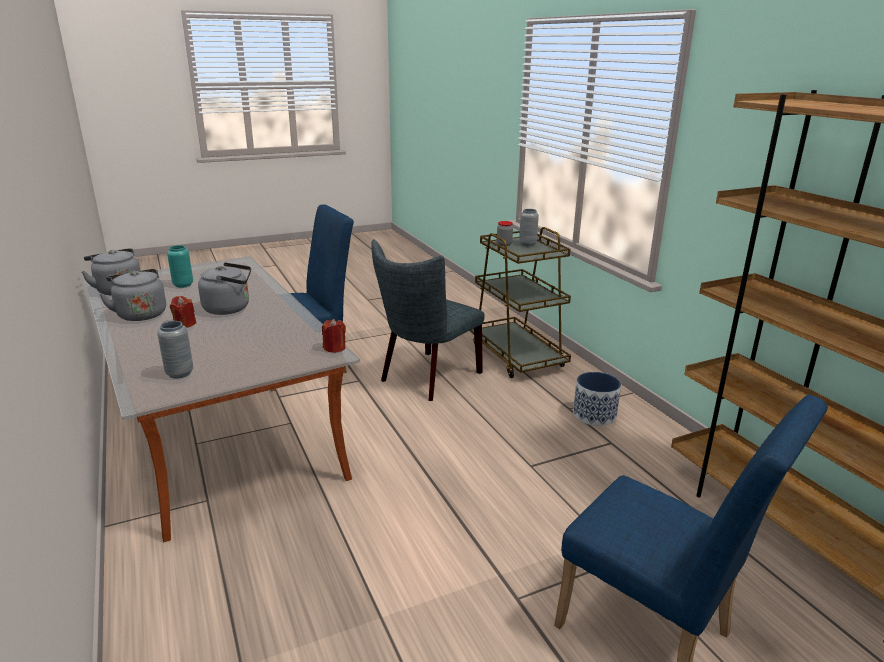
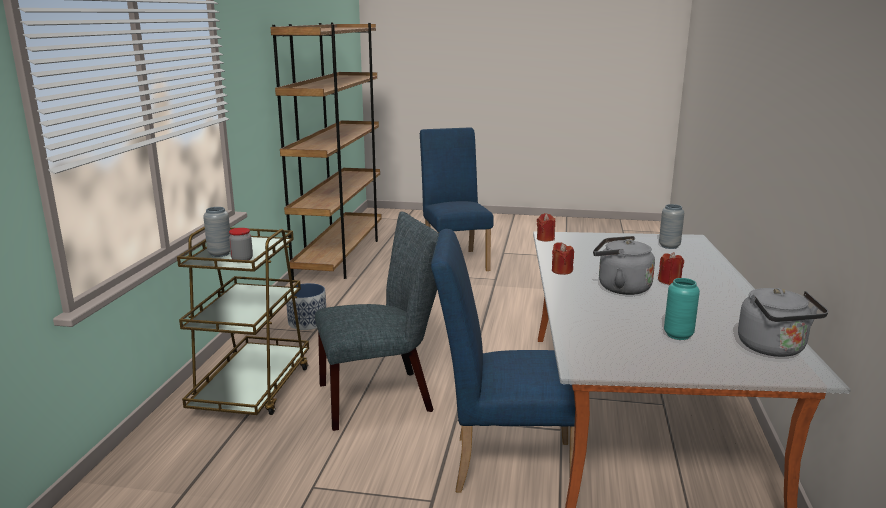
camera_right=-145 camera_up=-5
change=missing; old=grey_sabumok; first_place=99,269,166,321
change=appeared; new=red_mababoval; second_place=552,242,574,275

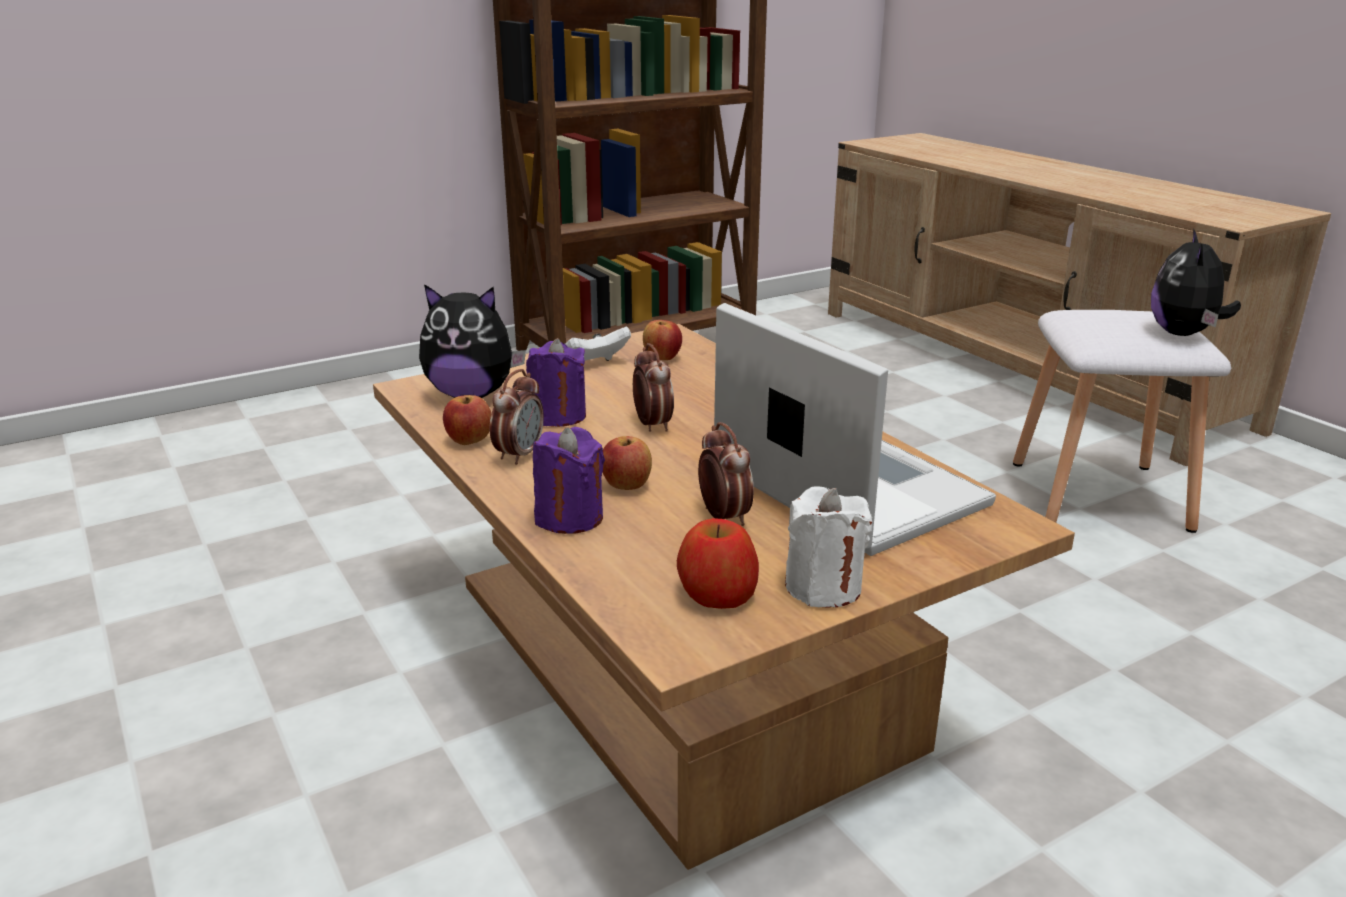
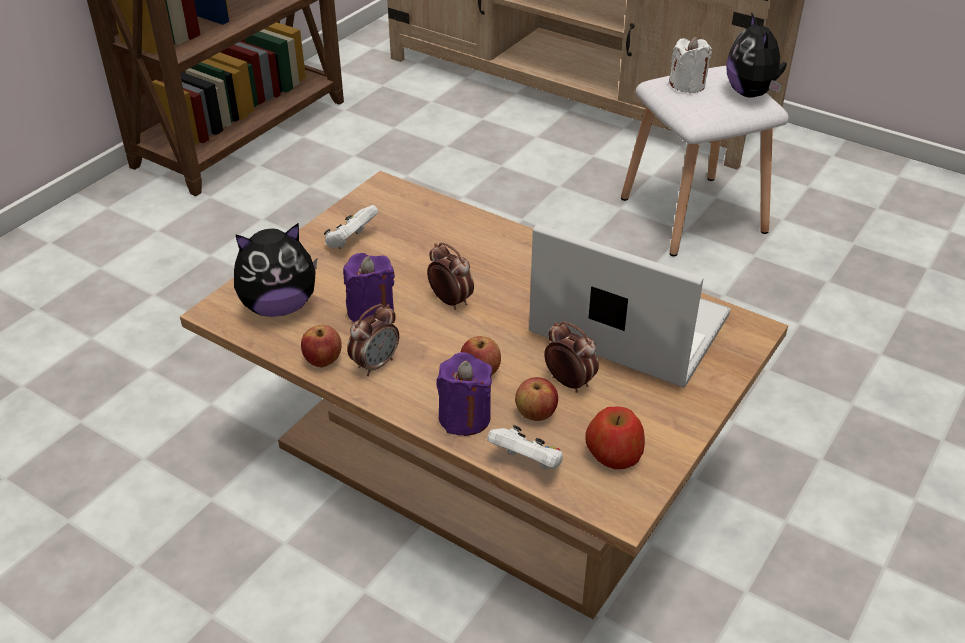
camera_right=-25 camera_up=15
change=appeared; new=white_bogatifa; second_place=487,425,563,470
change=relocated; old=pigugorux; first_place=643,320,682,360; second_place=515,377,558,421
change=relocated; old=white_mababoval; first_place=785,486,872,608; second_place=669,37,712,93
change=spun; old=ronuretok; first_place=490,369,544,465; second_place=347,304,399,376; degrees=45

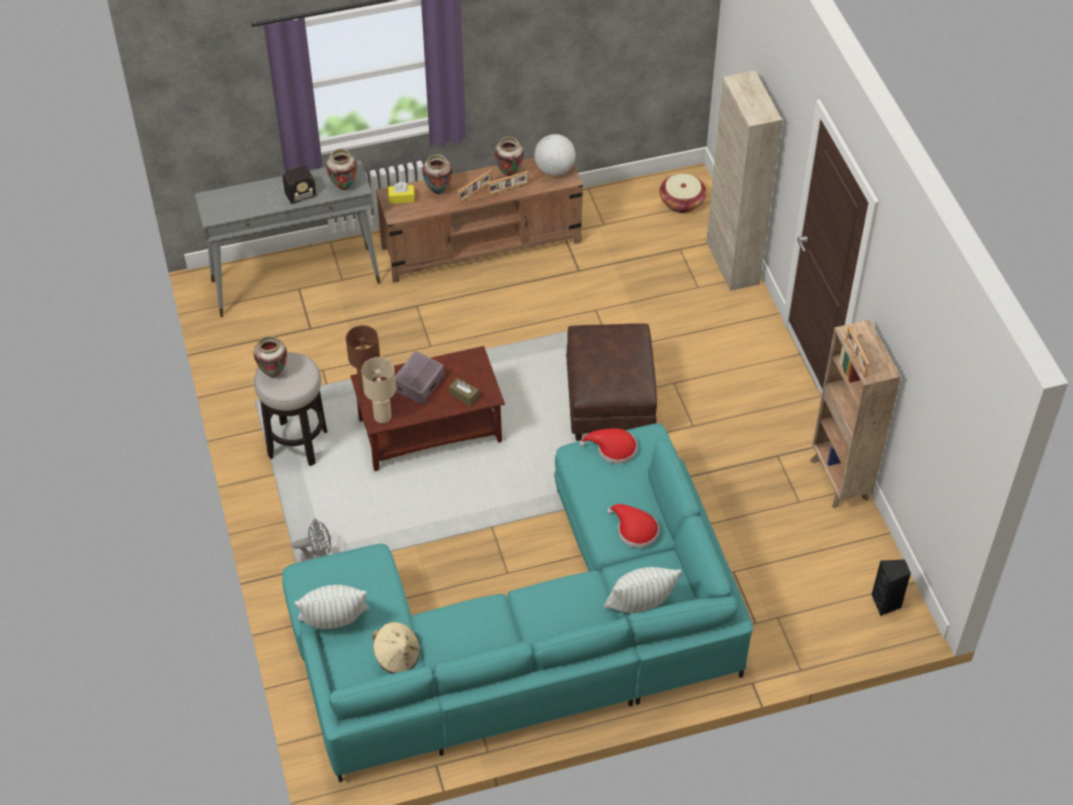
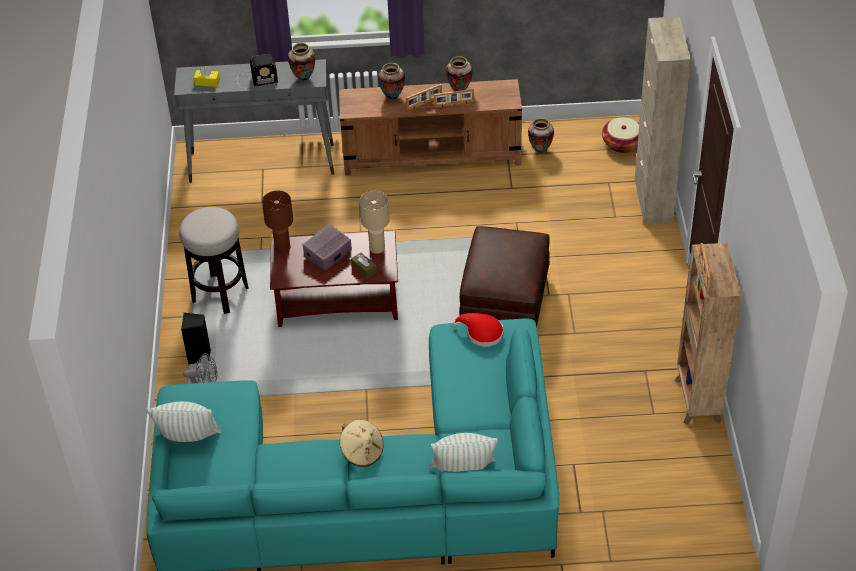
camera_right=15 camera_up=-5
change=missing; old=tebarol; first_place=534,134,575,176
change=missing; old=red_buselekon; first_place=607,504,659,548
change=relocated; old=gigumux; first_place=253,336,287,377; second_place=528,118,554,153
change=relocated; old=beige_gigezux; first_place=362,357,396,423; second_place=359,191,390,254
change=relocated; old=beige_buselekon; first_place=372,622,420,674; second_place=339,419,384,467
change=relocated; old=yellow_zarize; first_place=388,182,415,204; second_place=194,66,220,87
change=relocated; old=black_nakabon; first_place=872,559,911,616; second_place=181,312,211,365

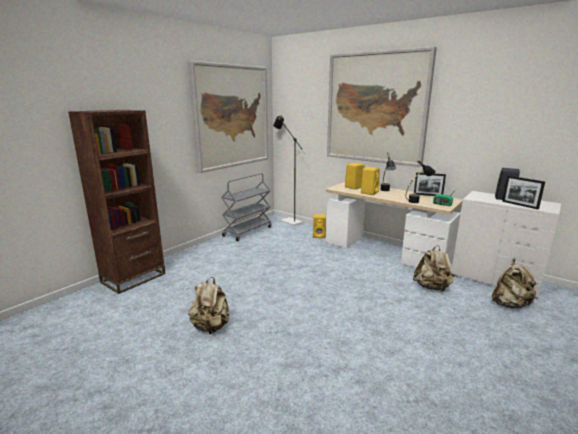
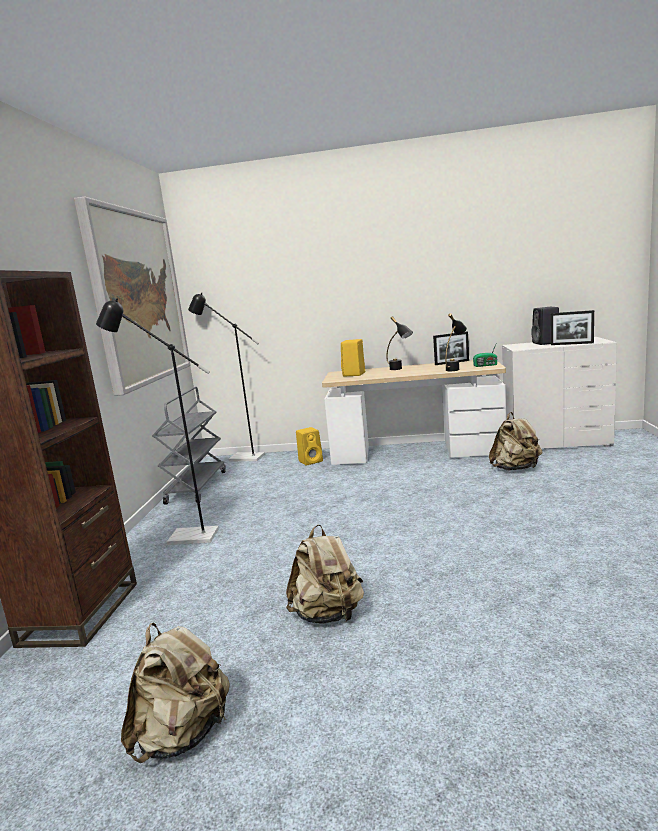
camera_right=-30 camera_up=-5
change=missing; old=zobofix; first_place=327,46,437,167
change=missing; old=yellow_nakabon; first_place=361,167,380,195
change=appeared; new=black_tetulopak; second_place=96,298,219,545
change=relocated; old=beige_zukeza; first_place=492,259,537,308; second_place=121,623,230,763

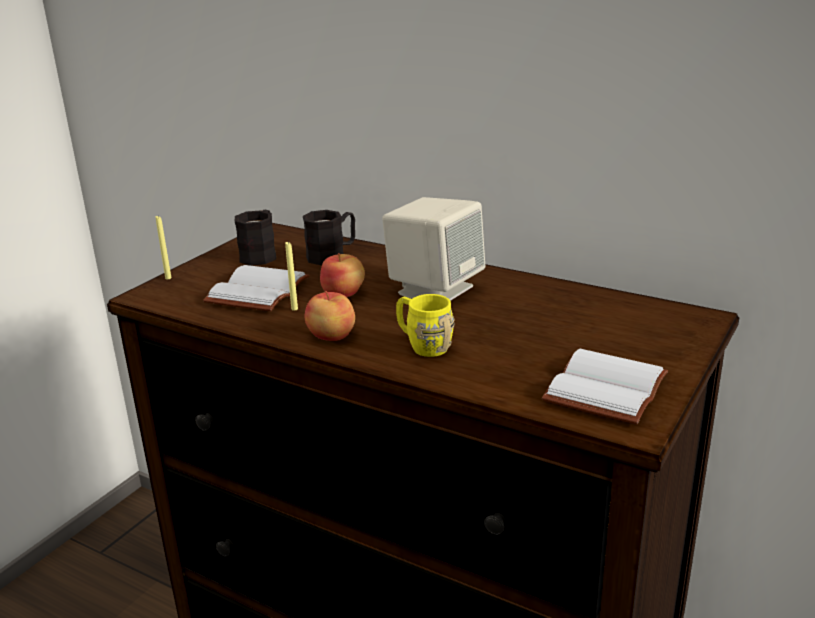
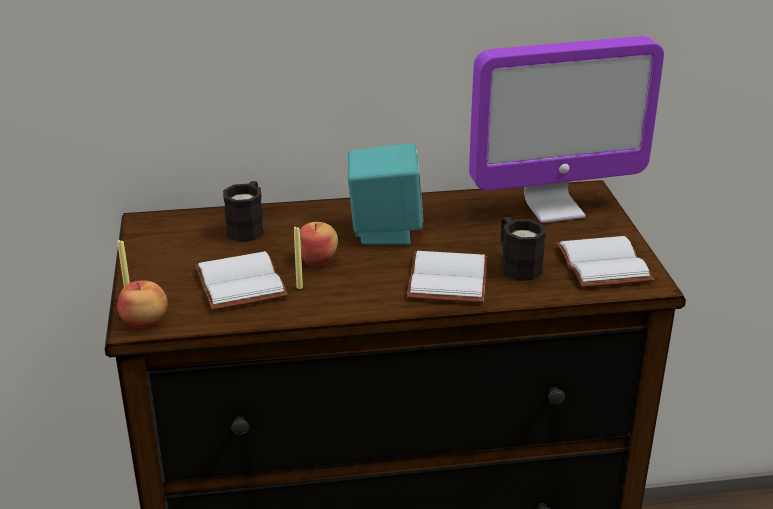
camera_right=-40 camera_up=5
change=appeared; new=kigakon; second_place=469,36,664,223
change=relocated; old=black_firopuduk; first_place=234,210,276,266; second_place=501,217,546,281
change=relocated; old=pigugorux; first_place=305,291,355,341; second_place=118,280,168,328
change=exchanged; old=yellow_firopuduk; new=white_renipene; first_place=396,294,454,357; second_place=407,251,487,303
change=colour; old=beige_nakabon; new=turquoise_nakabon; first_place=382,197,485,301; second_place=348,143,424,245

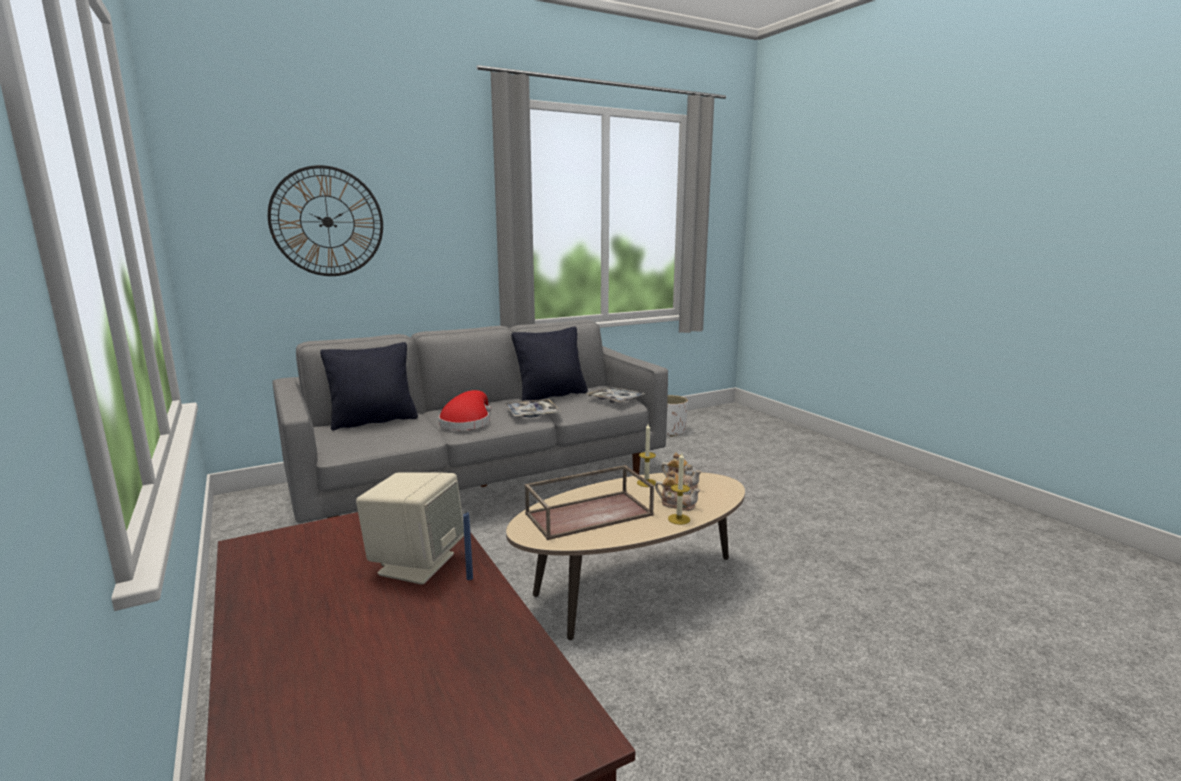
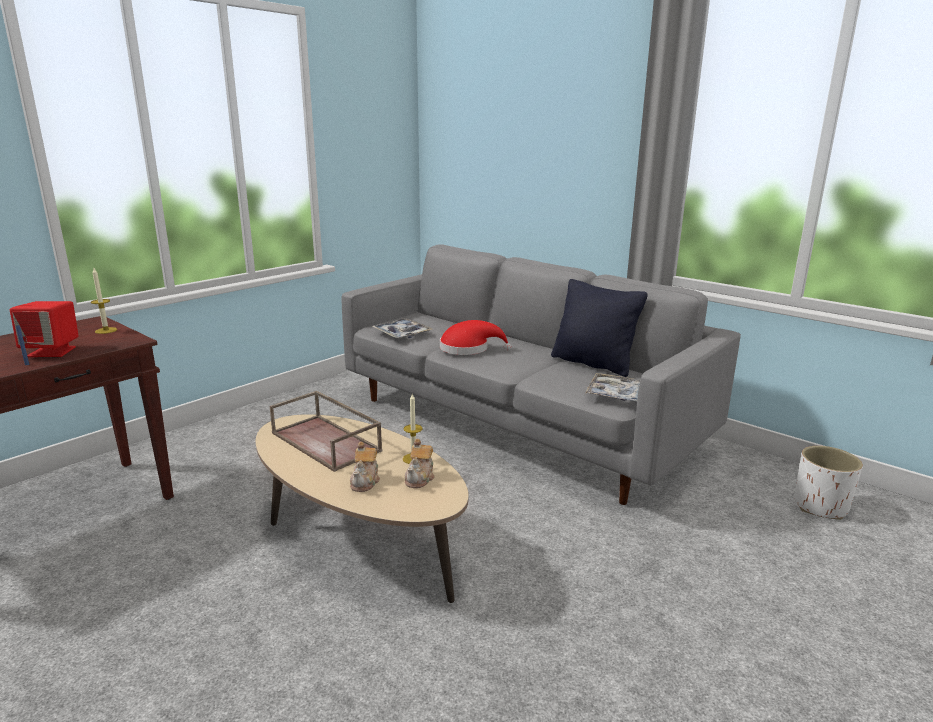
camera_right=70 camera_up=5
change=missing; old=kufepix; first_place=268,165,383,276
change=missing; old=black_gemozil; first_place=320,342,418,430
change=relocated; old=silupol; first_place=505,399,561,417; second_place=372,318,432,338
change=relocated; old=mababoval; first_place=668,453,690,525; second_place=91,268,117,334
change=colour; old=beige_nakabon; new=red_nakabon; first_place=356,473,464,585; second_place=10,301,79,357

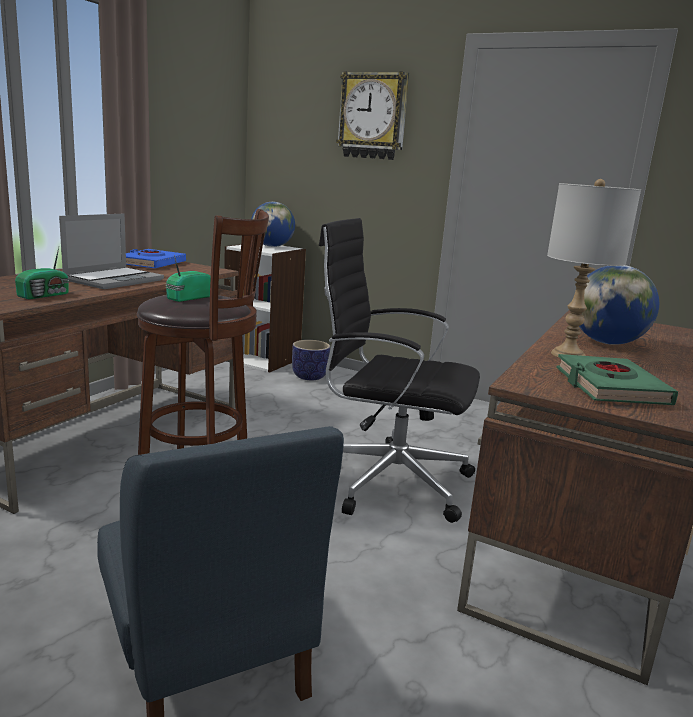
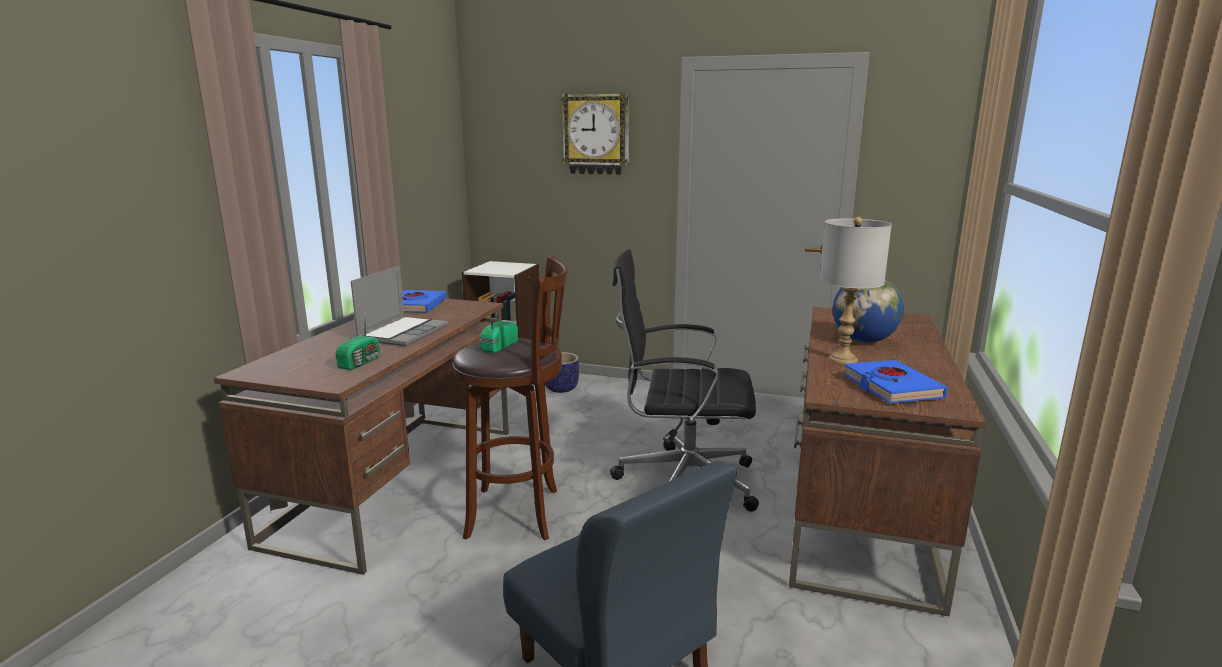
camera_right=-10 camera_up=0
change=missing; old=tebarol; first_place=251,202,295,247
change=colour; old=green_renipene; new=blue_renipene; first_place=556,354,678,405; second_place=843,360,948,403

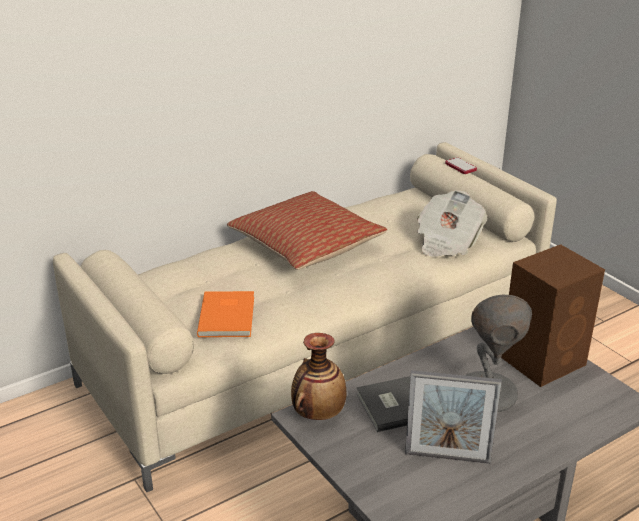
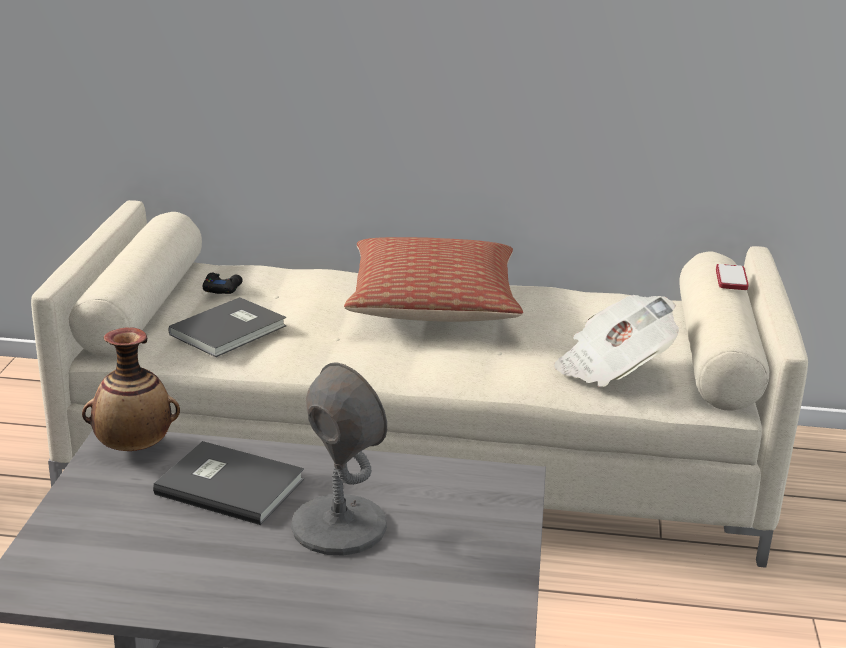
camera_right=40 camera_up=-5
change=missing; old=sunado; first_place=405,370,502,464
change=missing; old=brown_nakabon; first_place=501,244,605,387
change=appeared; new=black_bogatifa; second_place=203,273,243,294
change=colour; old=orange_renipene; new=grey_renipene; first_place=197,291,254,337; second_place=168,297,286,357

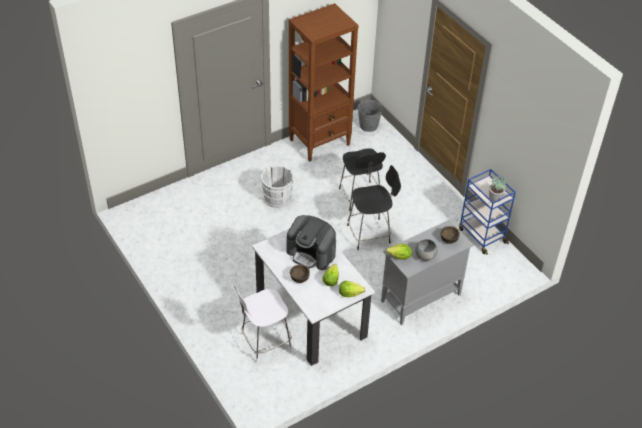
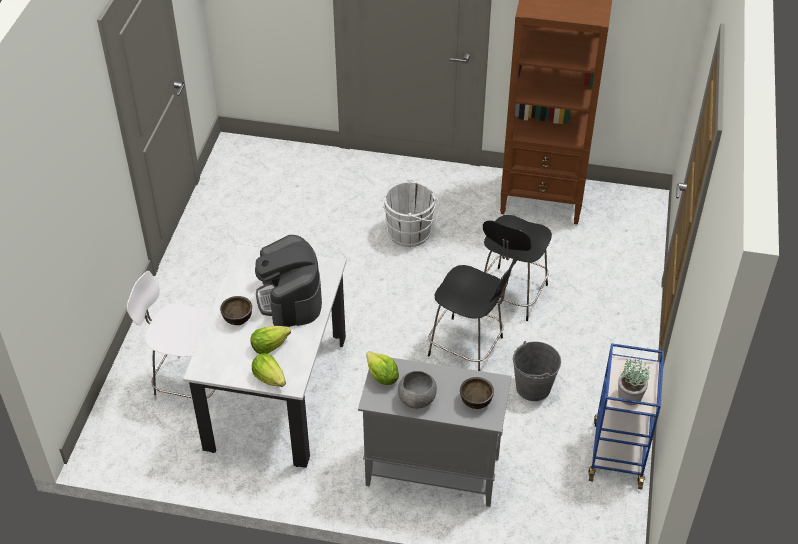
camera_right=45 camera_up=0
change=relocated; old=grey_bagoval; first_place=358,100,383,132; second_place=513,341,561,401

